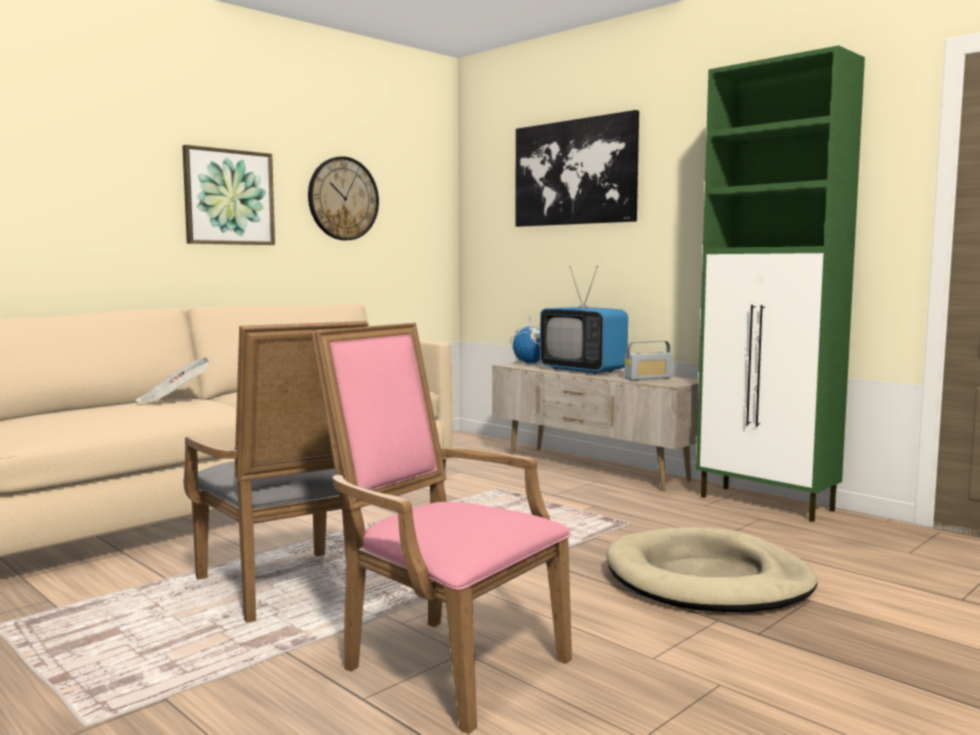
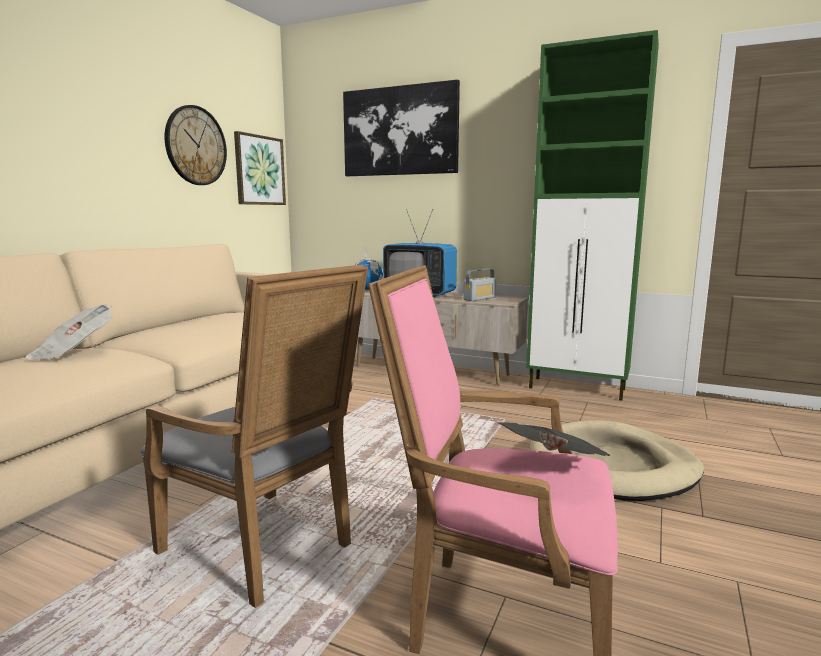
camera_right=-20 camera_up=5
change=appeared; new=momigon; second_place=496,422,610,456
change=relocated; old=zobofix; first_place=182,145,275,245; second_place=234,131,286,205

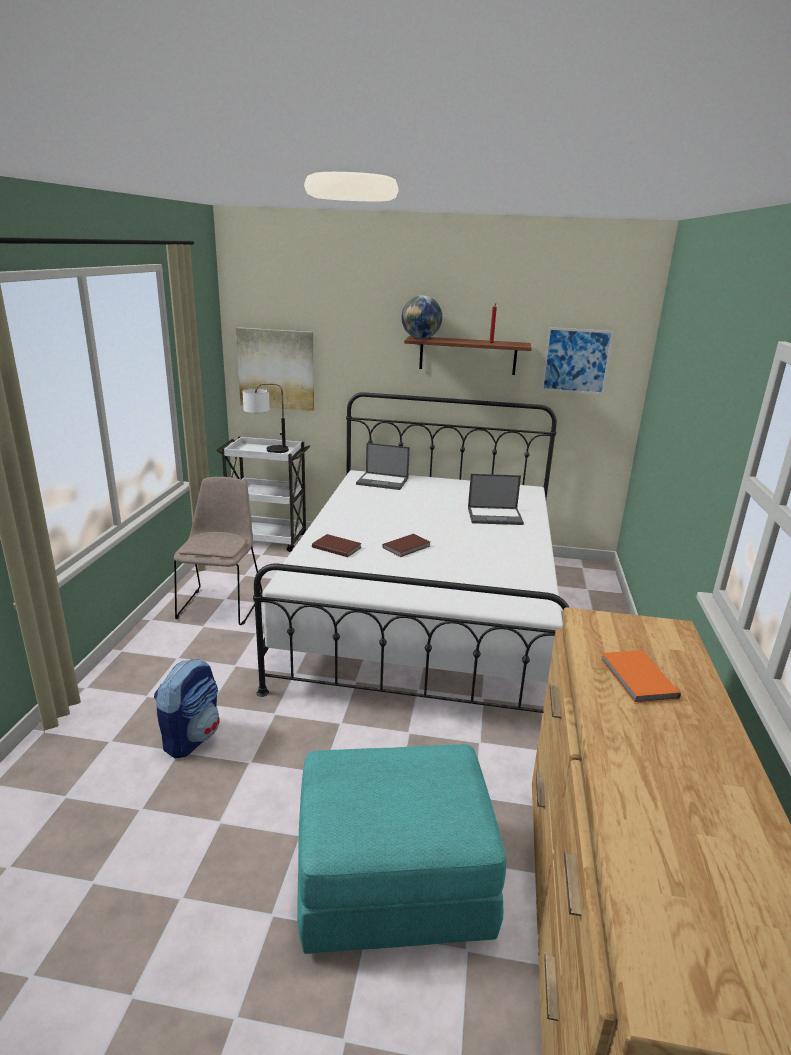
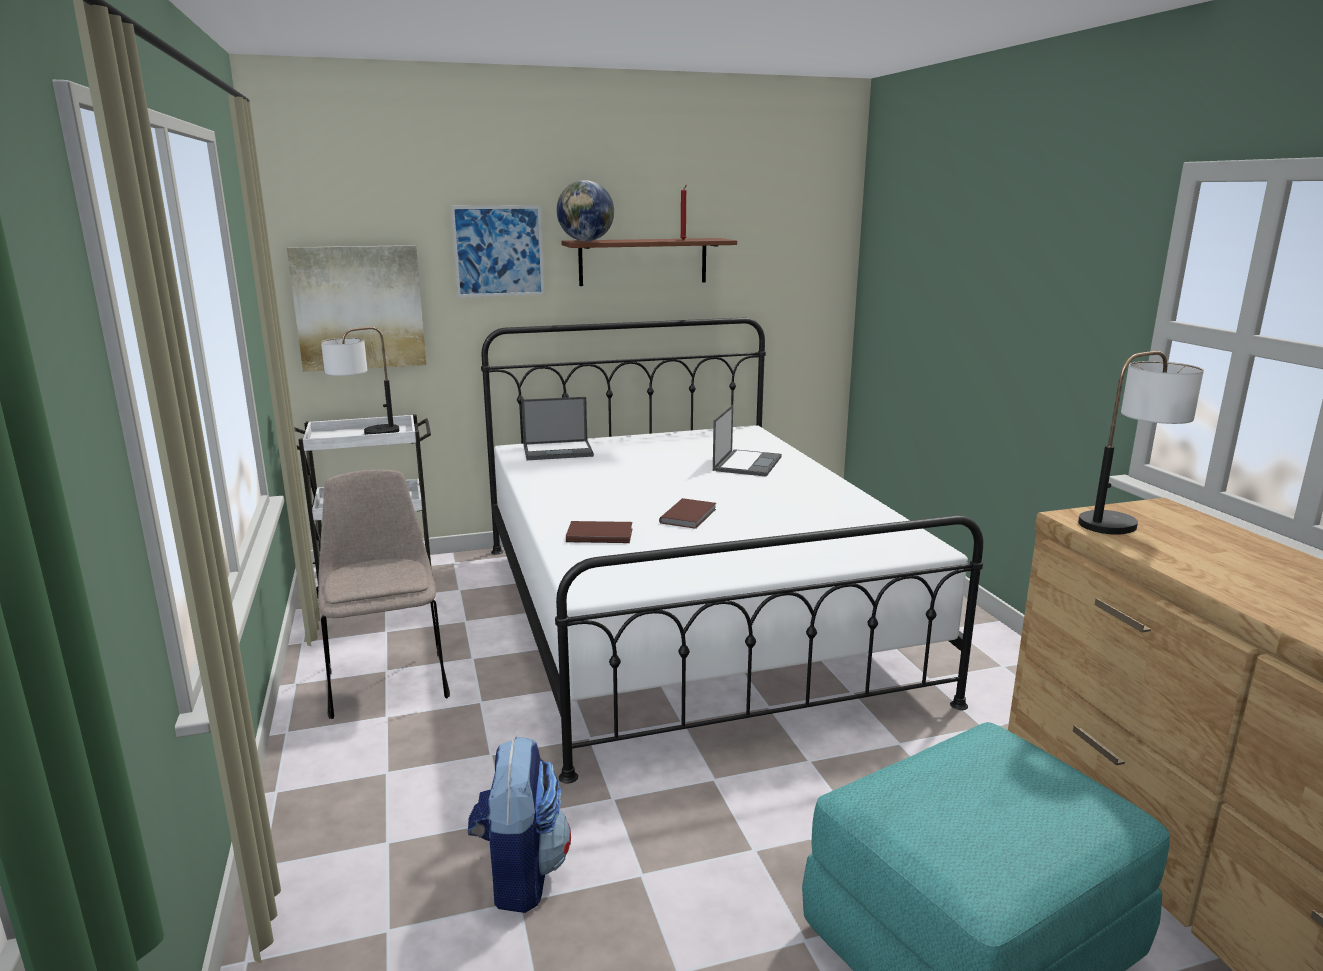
camera_right=-25 camera_up=-5
change=missing; old=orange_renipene; first_place=601,650,681,703
change=appeared; new=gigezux; second_place=1078,351,1204,535
change=relocated; old=zobofix; first_place=541,327,614,395; second_place=451,205,544,297
change=spun; old=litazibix; first_place=468,474,524,525; second_place=713,405,782,477; degrees=-45

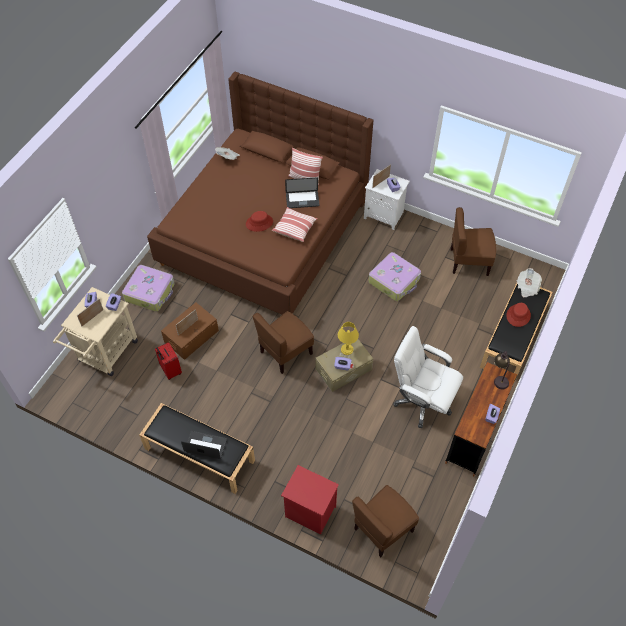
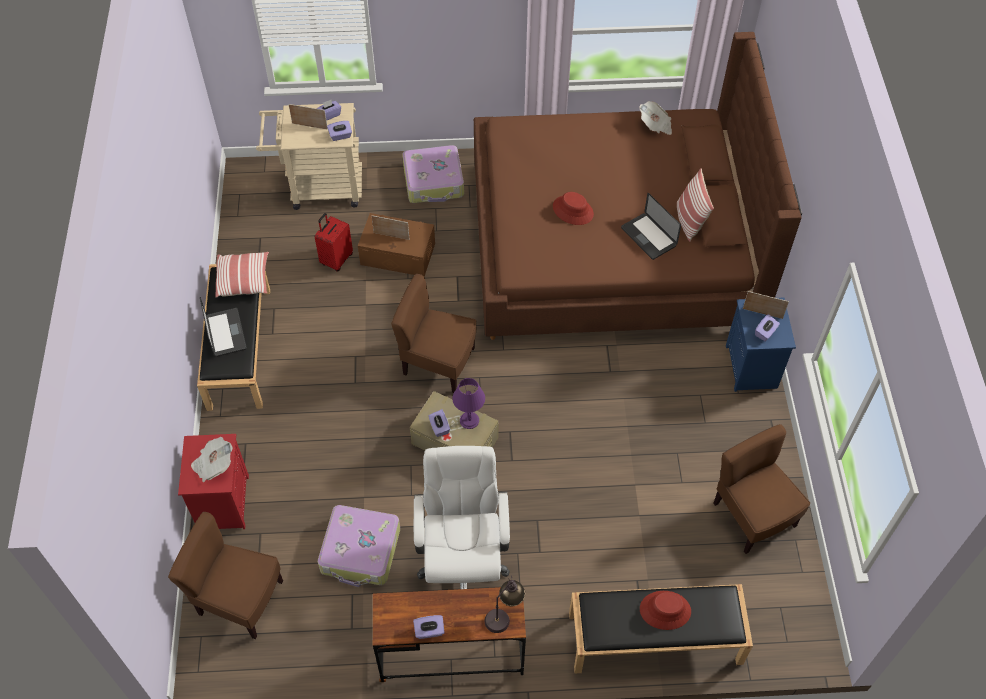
camera_right=60 camera_up=0
change=relocated; old=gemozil; first_place=272,207,317,242; second_place=215,252,269,298
change=relocated; old=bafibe; first_place=368,252,421,301; second_place=318,505,400,587
change=relocated; old=momigon; first_place=517,268,542,297; second_place=191,437,233,482
change=colour; old=yellow_gigezux; new=purple_gigezux; first_place=338,322,359,355; second_place=452,378,485,429
change=colour; old=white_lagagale; new=blue_lagagale; first_place=364,169,410,230; second_place=726,297,796,392

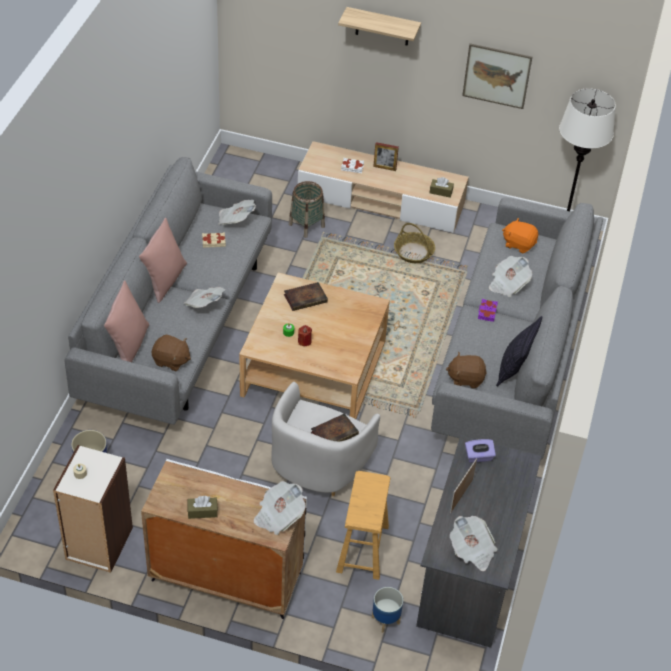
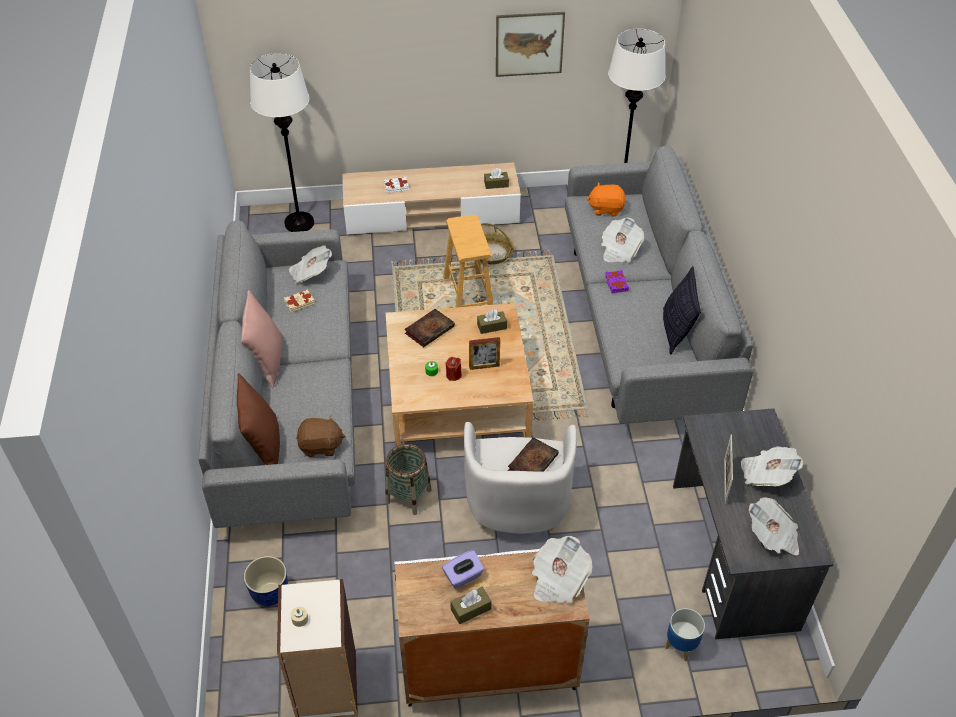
camera_right=-20 camera_up=0
change=missing; old=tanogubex; first_place=338,7,421,46
change=missing; old=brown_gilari; first_place=446,352,487,388
change=appeared; new=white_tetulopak; second_place=250,53,314,232
change=appeared; new=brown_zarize; second_place=477,309,507,334
change=relocated; old=momigon; first_place=183,287,225,308; second_place=741,446,803,486
change=relocated; old=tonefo; first_place=289,181,325,238; second_place=385,444,432,515
change=relocated; old=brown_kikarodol; first_place=336,471,390,580; second_place=443,214,494,307
change=relocated; old=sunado; first_place=373,142,399,171; second_place=469,337,500,370
change=relocated; old=purple_zarize; first_place=465,439,496,463; second_place=442,550,484,589
change=colour; old=pink_gemozil; new=brown_gemozil; first_place=104,280,149,362; second_place=237,373,280,465

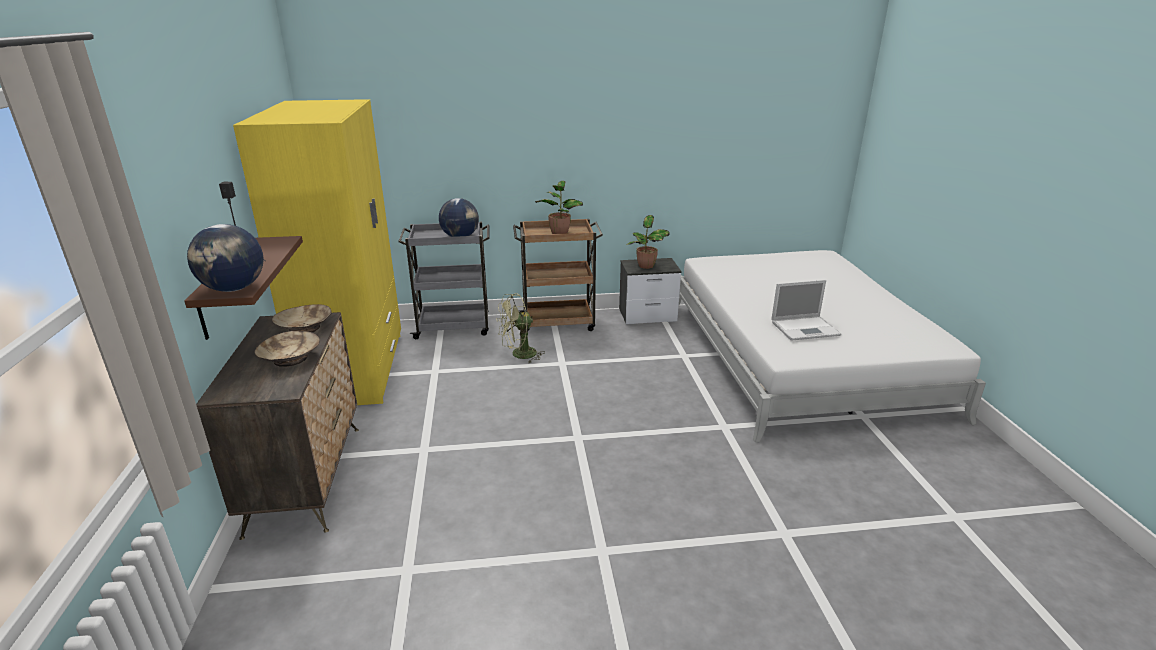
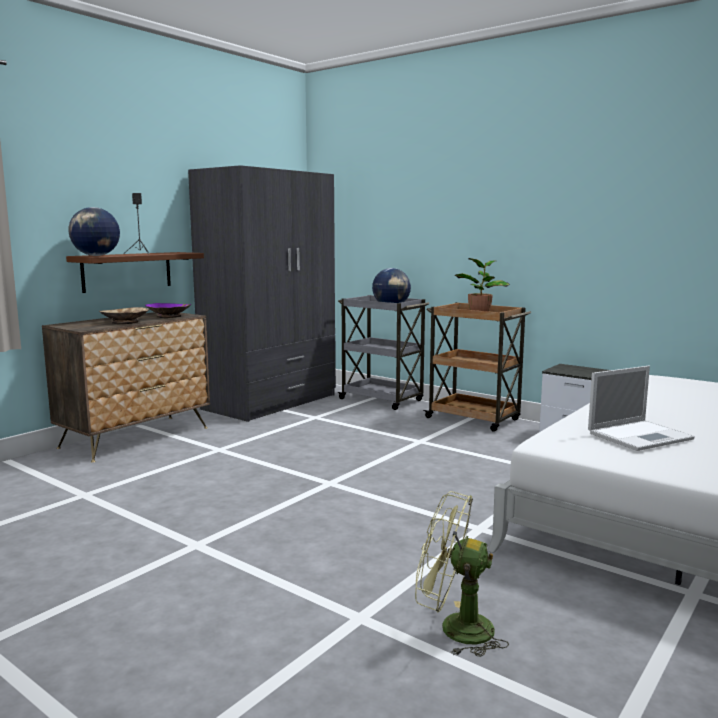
camera_right=45 camera_up=-15
change=missing; old=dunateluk; first_place=626,215,669,269
change=relocated; old=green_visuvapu; first_place=497,293,545,363; second_place=415,491,509,657
change=colour; old=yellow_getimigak; new=grey_getimigak; first_place=233,99,401,405; second_place=188,165,336,422
change=colour; old=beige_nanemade; new=purple_nanemade; first_place=272,304,332,332; second_place=145,303,191,318
change=spun; old=litazibix; first_place=771,280,841,341; second_place=588,366,695,451; degrees=-60

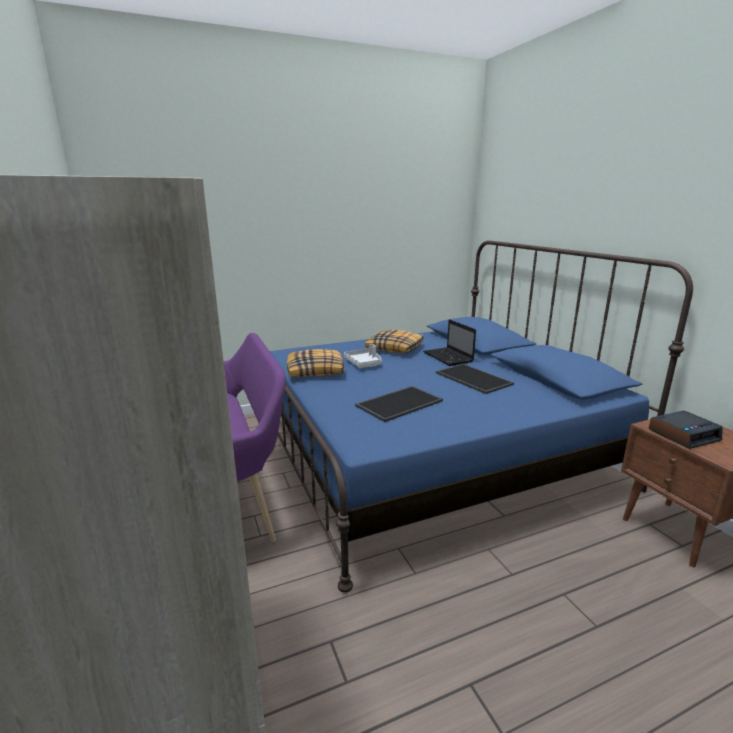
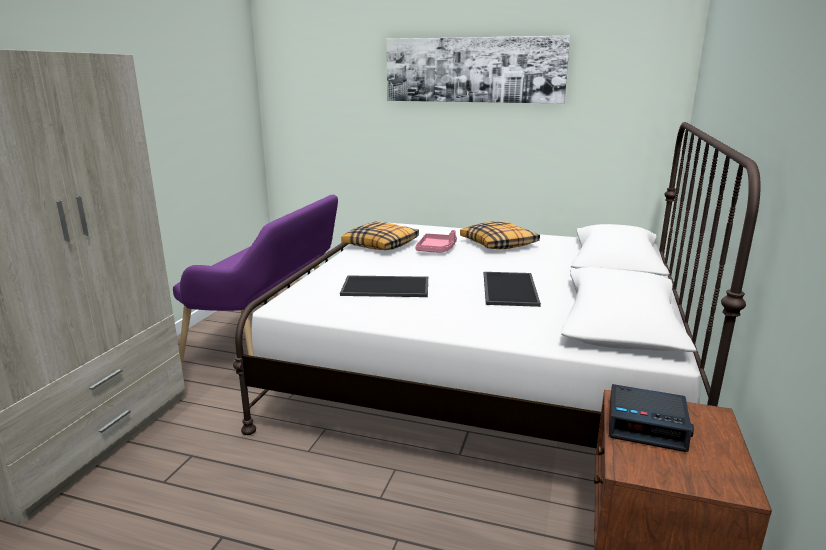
camera_right=40 camera_up=0
change=missing; old=litazibix; first_place=423,319,476,366
change=appeared; new=zobofix; second_place=386,36,570,103
change=colour; old=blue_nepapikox; new=white_nepapikox; first_place=270,240,693,593; second_place=233,122,761,448
change=colour; old=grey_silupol; new=pink_silupol; first_place=344,344,381,368; second_place=416,230,457,253

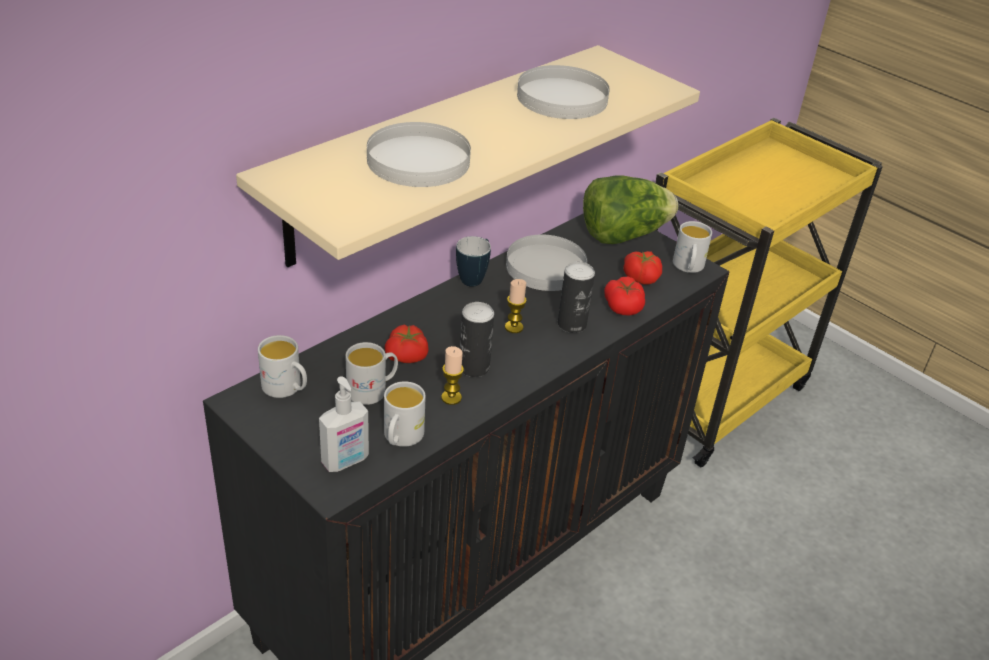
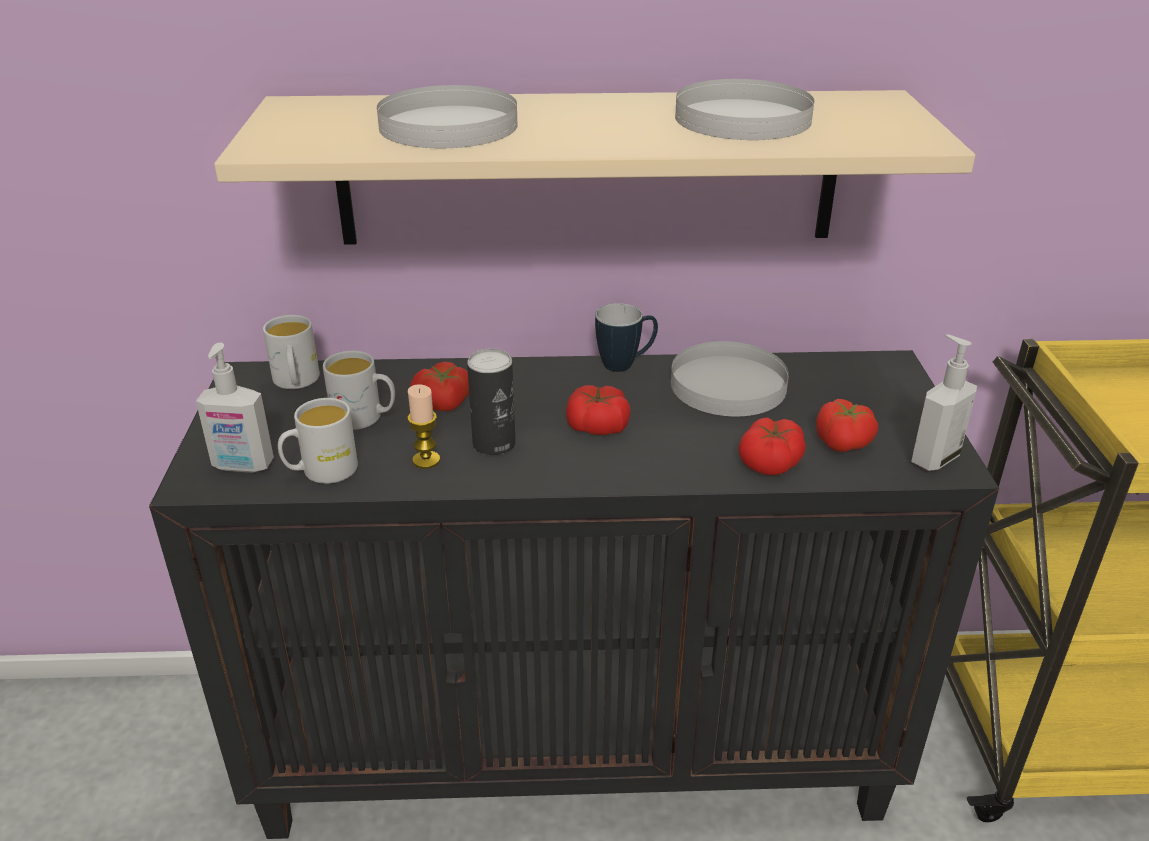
camera_right=45 camera_up=-5
change=missing; old=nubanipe; first_place=558,262,595,333
change=missing; old=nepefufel; first_place=583,176,678,244
change=exchanged; old=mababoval; new=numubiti; first_place=505,279,527,333; second_place=566,385,631,435
change=exchanged; old=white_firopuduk; new=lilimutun; first_place=673,221,712,273; second_place=911,334,977,471

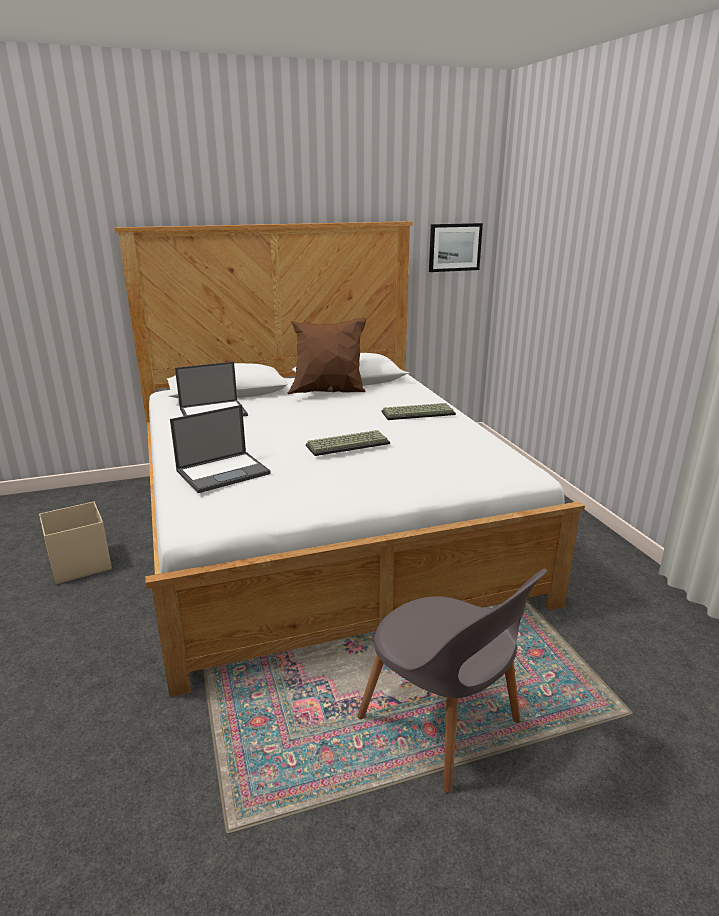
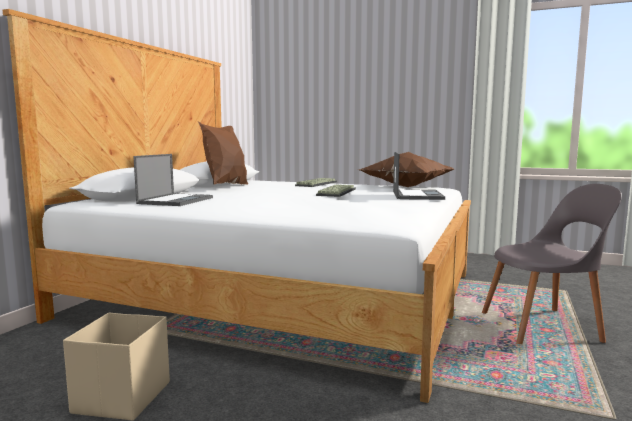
camera_right=-50 camera_up=-15
change=missing; old=zobofix; first_place=429,223,483,272
change=appeared; new=brown_gemozil; second_place=359,152,454,187
change=relocated; old=litazibix; first_place=170,405,271,493; second_place=393,152,445,200

